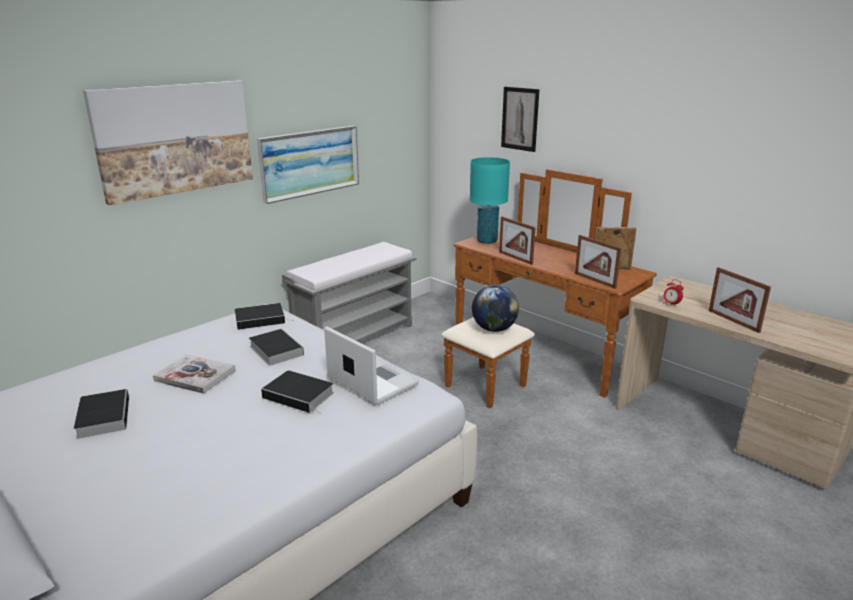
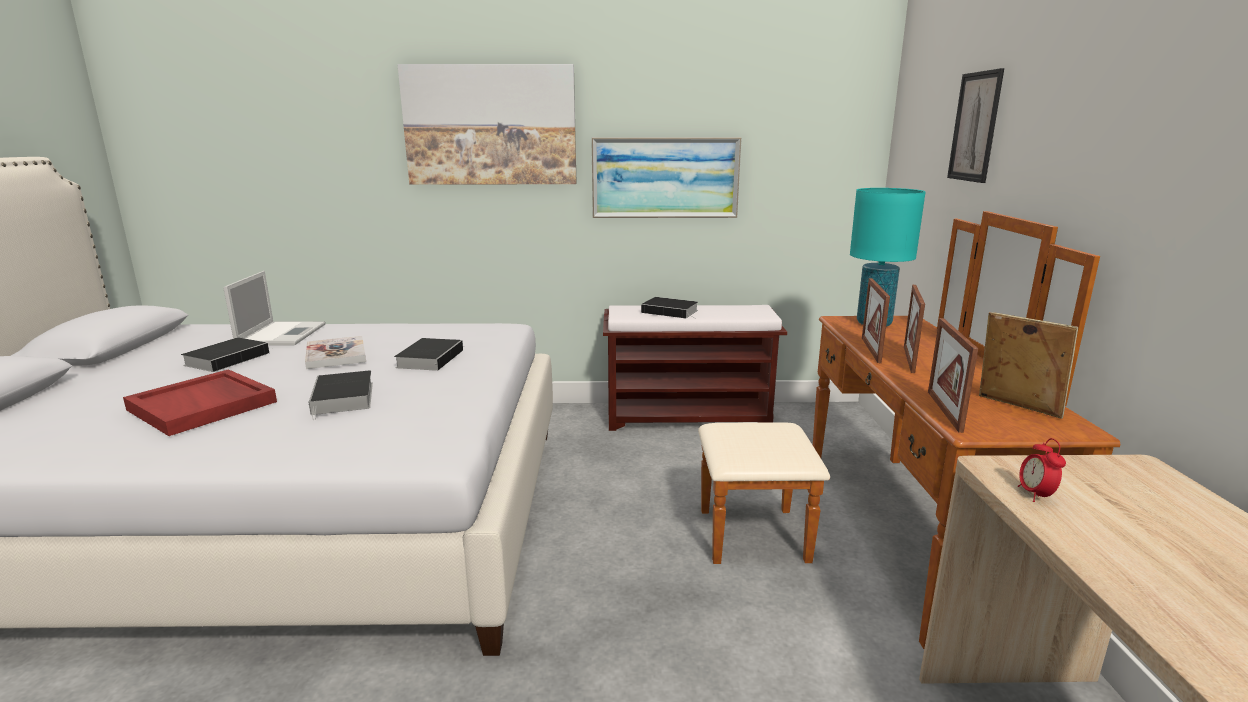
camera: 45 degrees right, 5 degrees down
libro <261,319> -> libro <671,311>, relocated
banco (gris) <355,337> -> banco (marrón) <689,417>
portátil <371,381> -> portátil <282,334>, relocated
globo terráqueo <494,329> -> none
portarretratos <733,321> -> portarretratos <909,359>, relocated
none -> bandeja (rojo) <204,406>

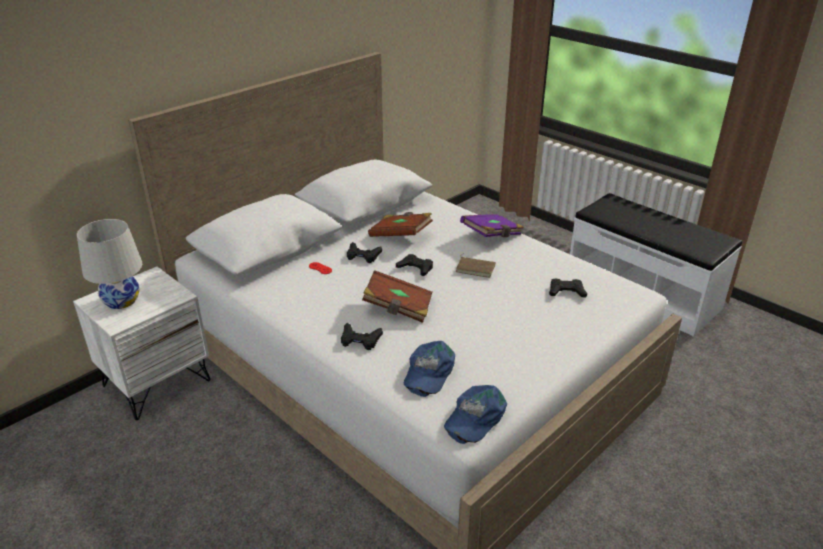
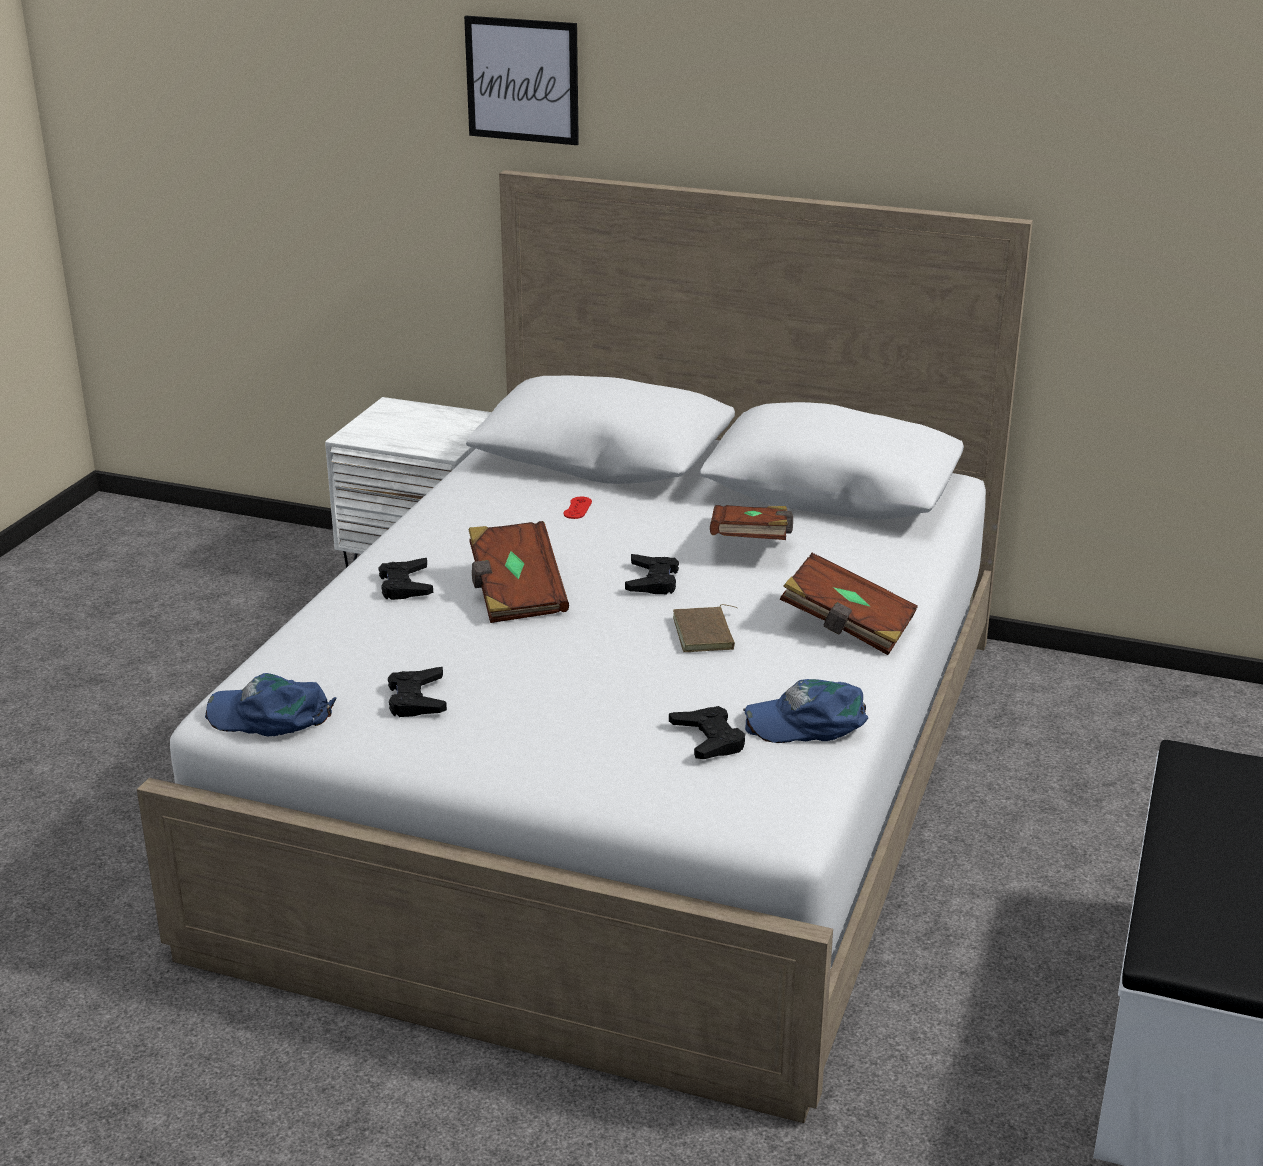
camera: 65 degrees right, 5 degrees down
lámpara de mesa (blanco) <121,300> -> none
mando de consola (negro) <363,255> -> mando de consola (negro) <417,699>, relocated
gorra (azul) <428,372> -> gorra (azul) <808,721>, relocated
libro (morado) <492,236> -> libro (marrón) <847,627>
none -> cuadro <522,80>

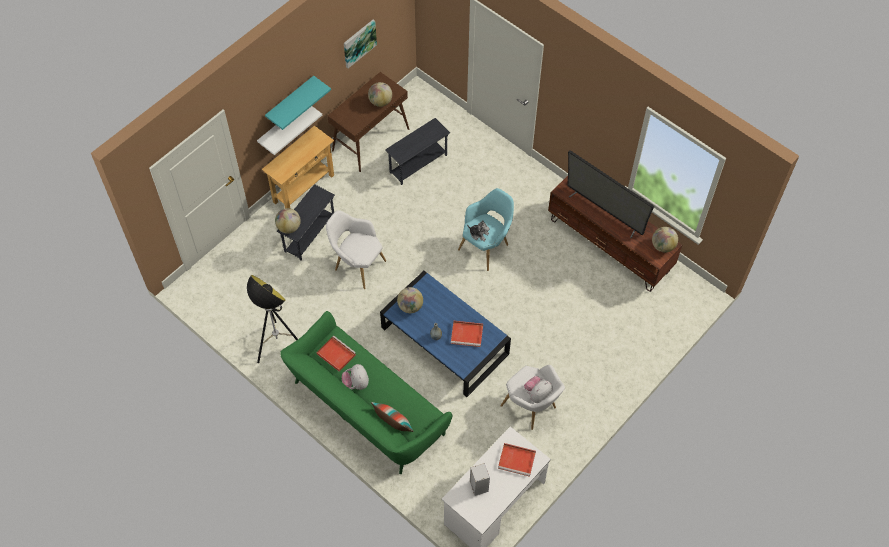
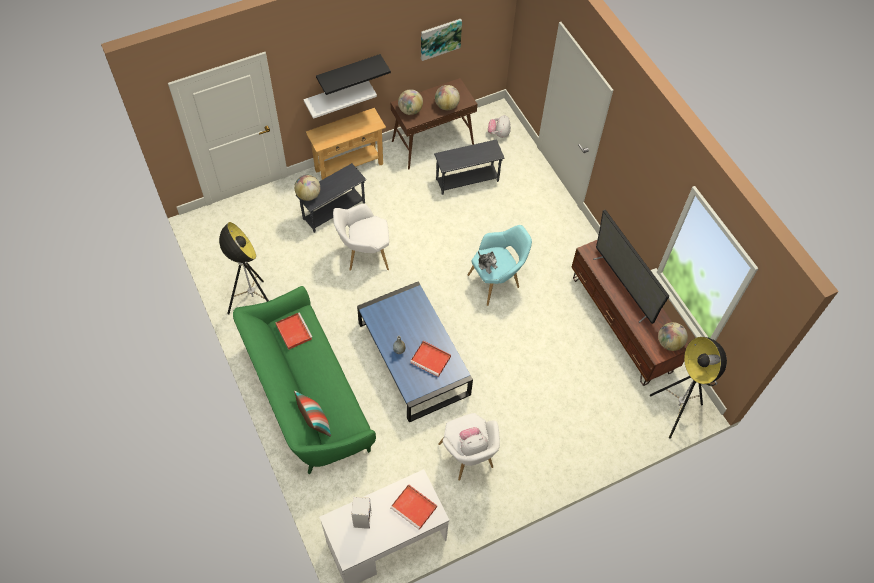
camera: 20 degrees right, 0 degrees up
estante (turquesa) <290,101> -> estante (negro) <348,72>
sillón (blanco) <357,265> -> sillón (blanco) <364,255>, 60 degrees counterclockwise
peluche <356,383> -> peluche <499,134>, relocated
globo terráqueo <410,306> -> globo terráqueo <410,110>, relocated
none -> lámpara de pie <675,412>

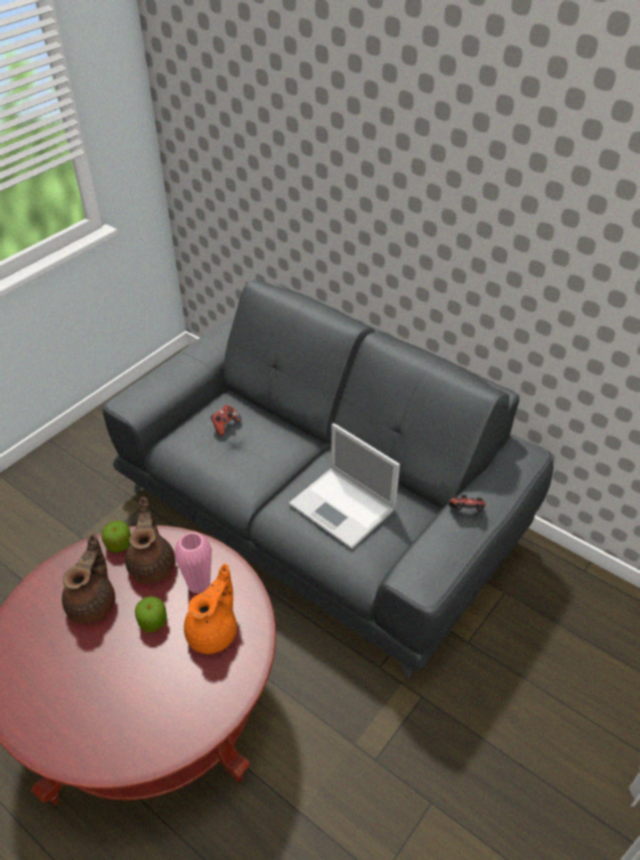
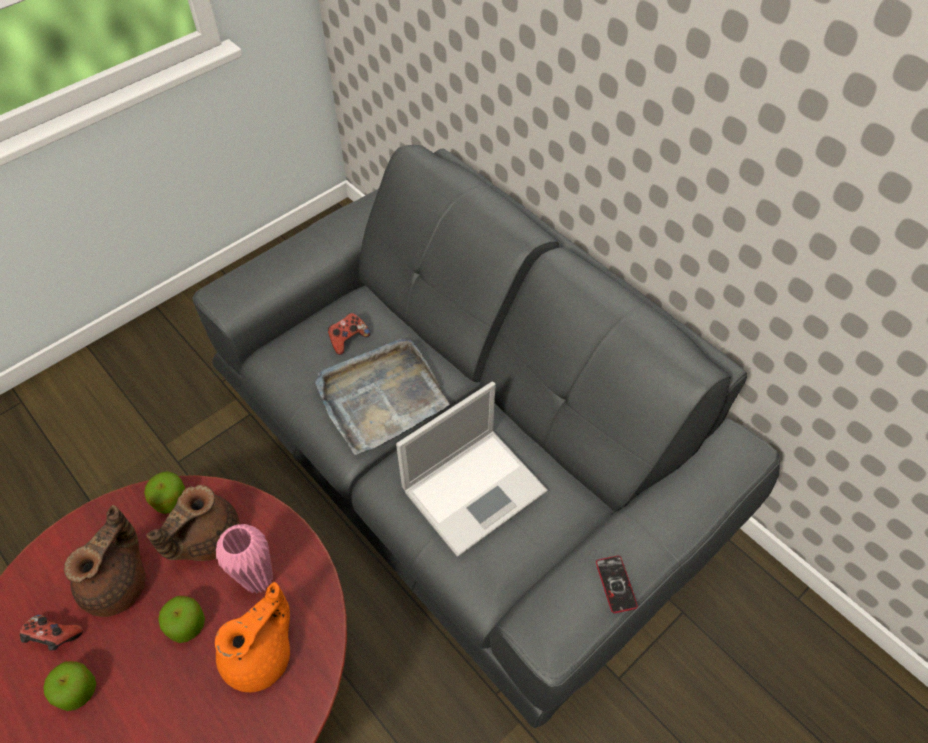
camera: 10 degrees right, 10 degrees up
tetera (marrón) <153,564> -> tetera (marrón) <206,538>, 150 degrees counterclockwise
portátil <344,508> -> portátil <476,488>, 90 degrees counterclockwise
mando de consola <466,512> -> mando de consola <55,638>, relocated
none -> manzana <77,691>
none -> bandeja (gris) <381,397>
none -> móvil <616,584>

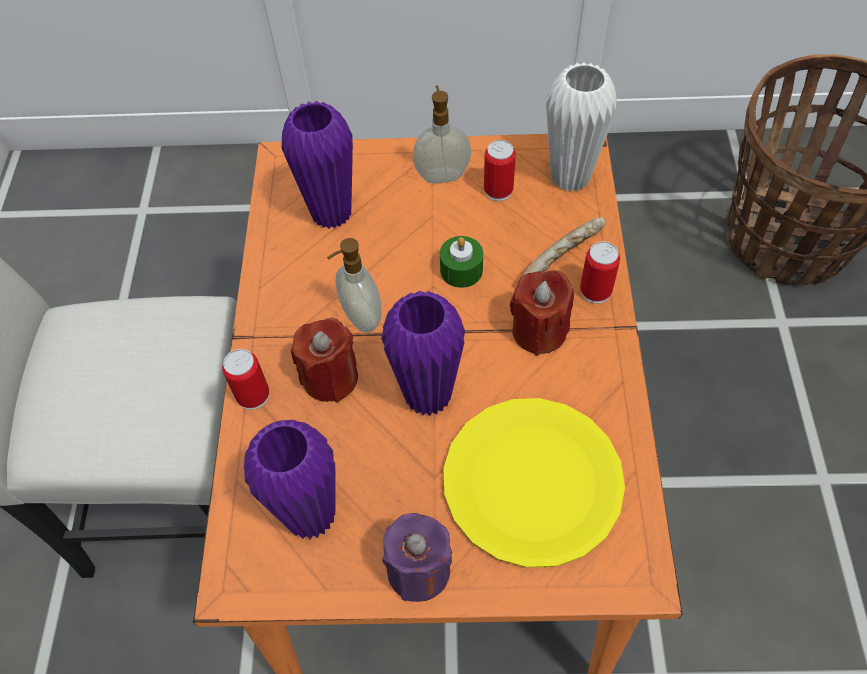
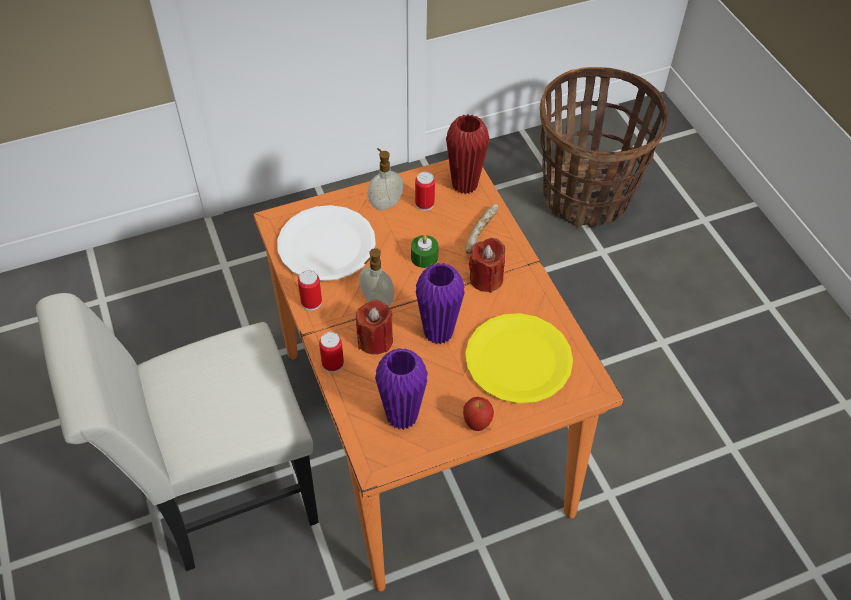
camera: 25 degrees left, 5 degrees down
florero (morado) <331,213> -> plato (blanco) <326,245>
vela (morado) <419,570> -> manzana <477,424>
florero (blanco) <570,177> -> florero (rojo) <464,185>
lata <595,291> -> lata <311,302>, relocated

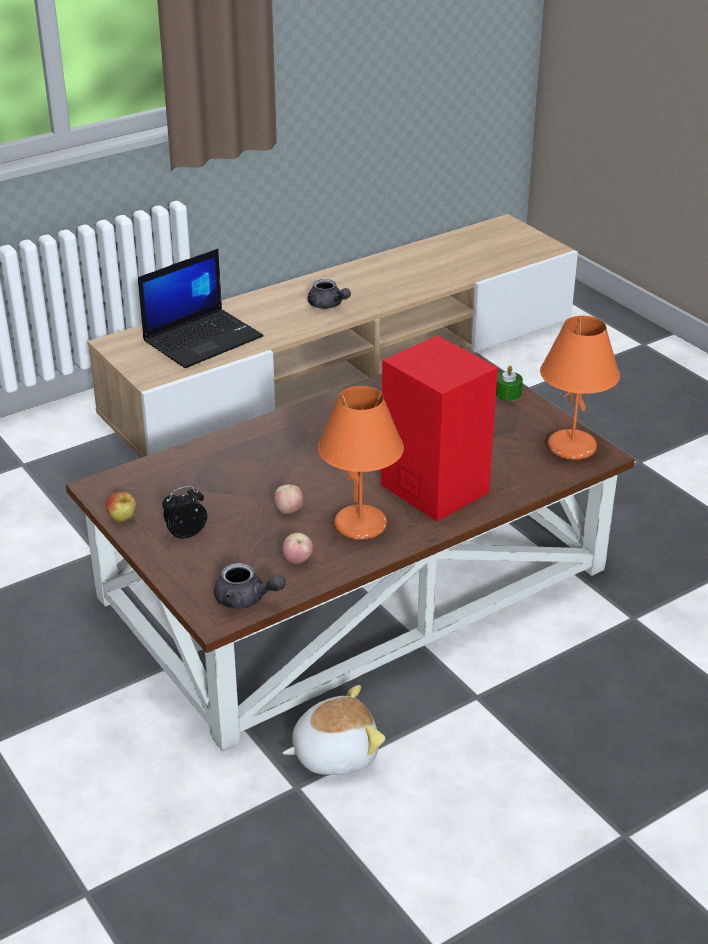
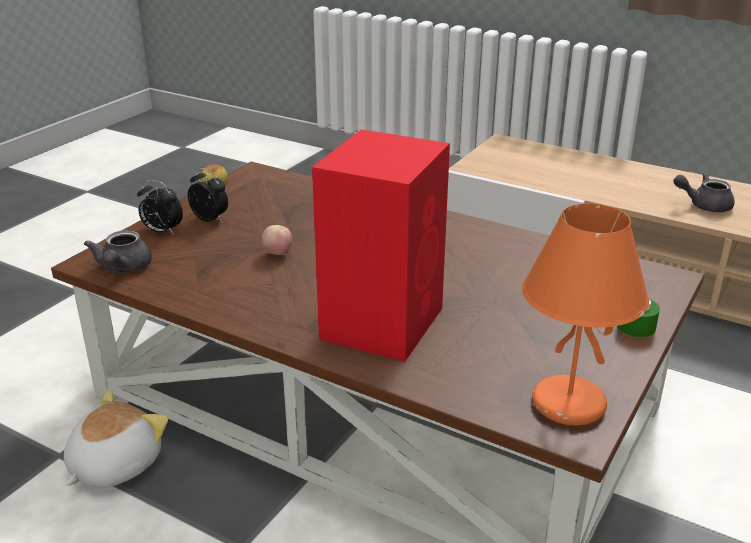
camera: 65 degrees right, 5 degrees down
portátil <203,338> -> none
manzana <297,561> -> none
peluche <334,753> -> peluche <113,465>, 105 degrees counterclockwise
tetera (gris) <328,305> -> tetera (gris) <704,205>, 75 degrees clockwise
lámpara de mesa (naranja) <361,525> -> none
none -> despertador <162,231>

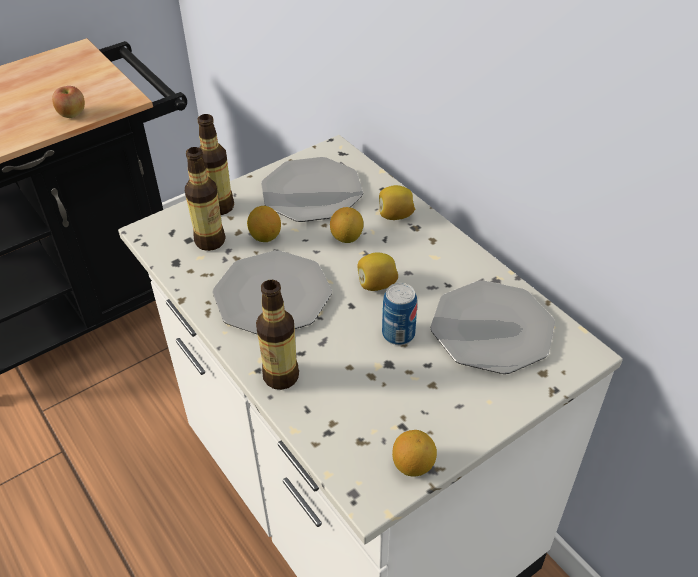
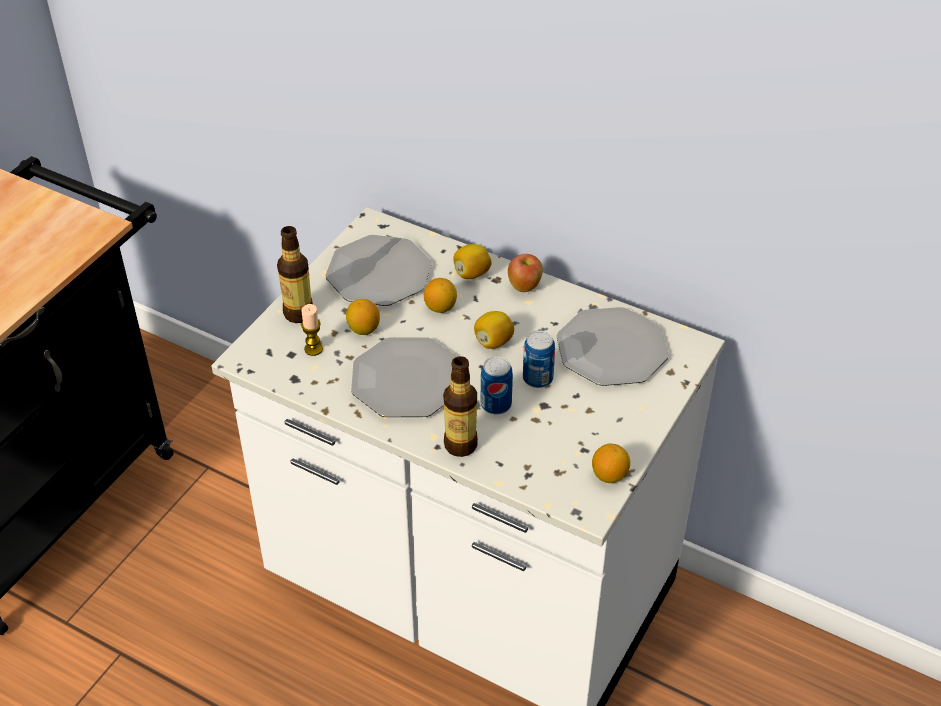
camera: 25 degrees left, 0 degrees up
manzana <72,114> -> manzana <525,286>, relocated
botella <210,241> -> vela <313,349>
none -> lata <496,404>

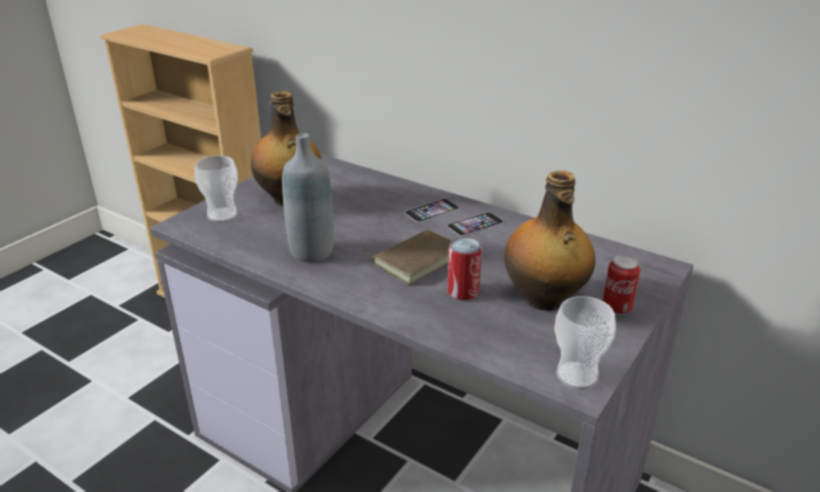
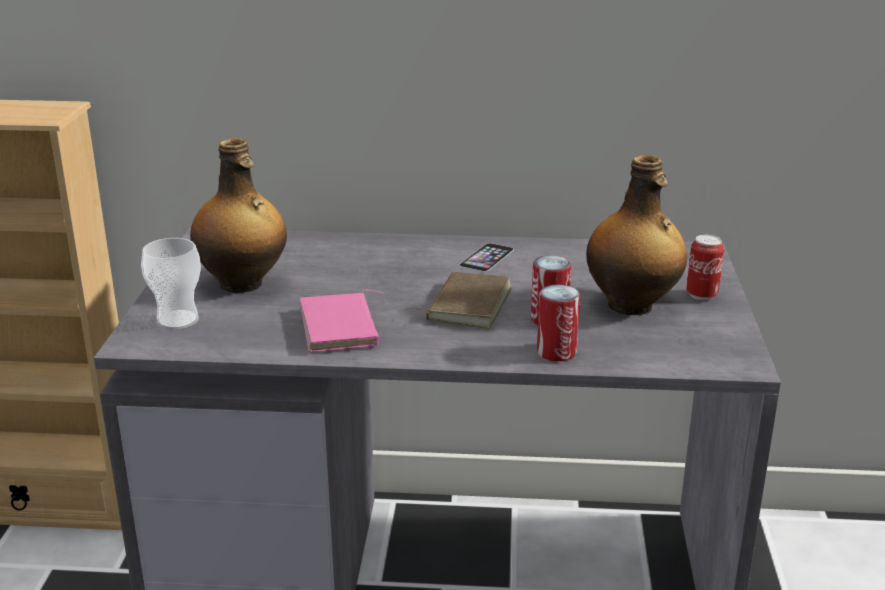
camera: 30 degrees left, 5 degrees down
botella (gris) <312,252> -> libro (rosa) <342,328>
móvil <432,210> -> none
taza <577,375> -> none
none -> lata <556,352>

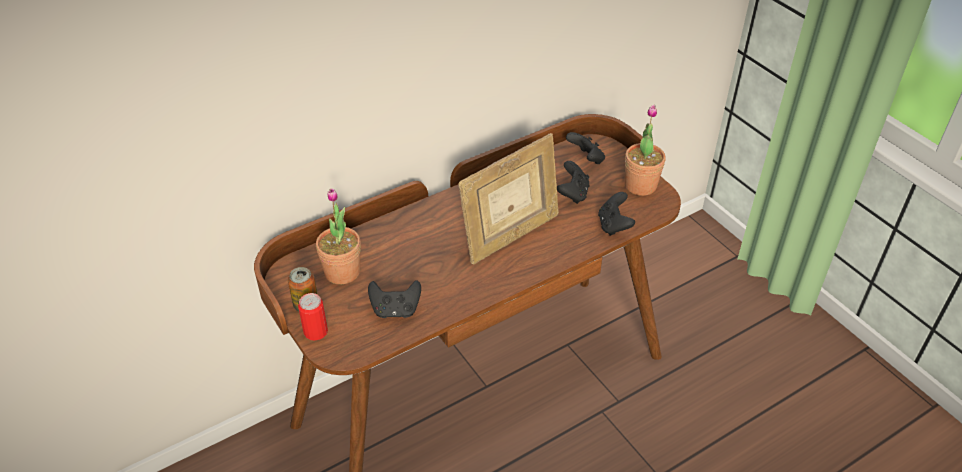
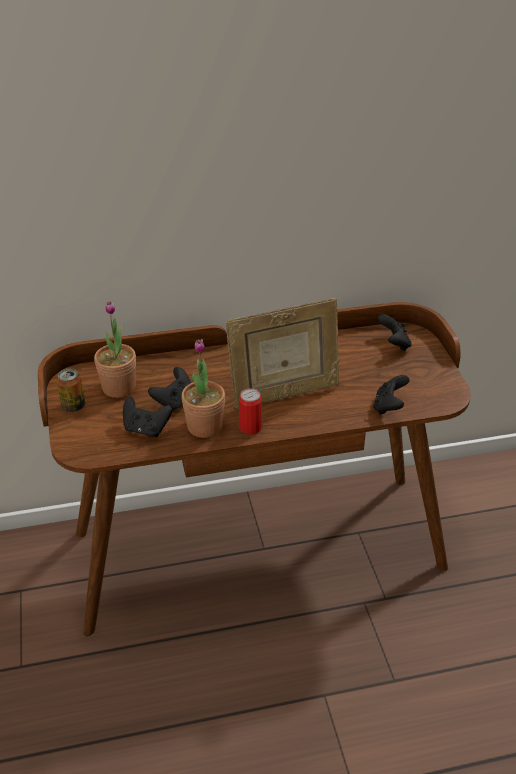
camera: 20 degrees right, 5 degrees down
lata <316,332> -> lata <250,427>, relocated
mando de consola (negro) <573,194> -> mando de consola (negro) <174,402>, relocated
planta en maceta <640,185> -> planta en maceta <204,426>, relocated

